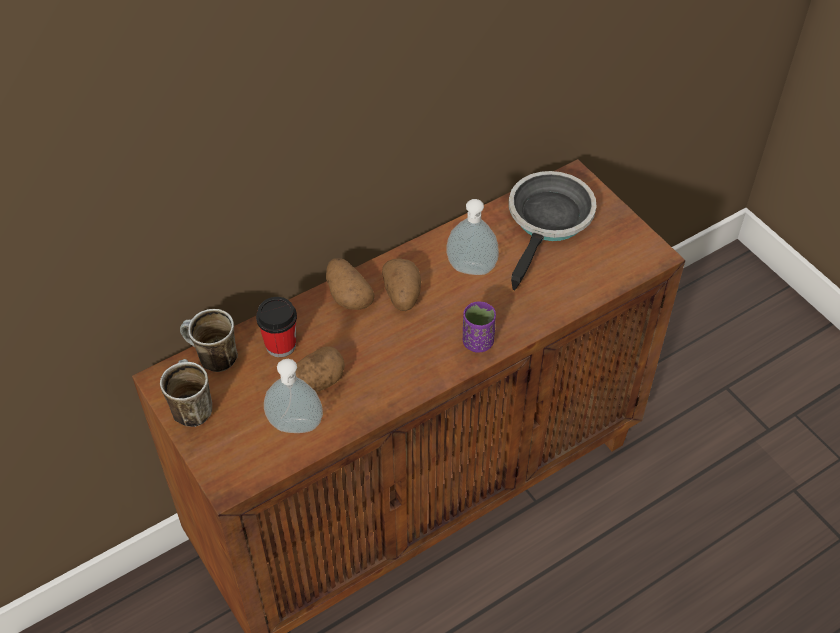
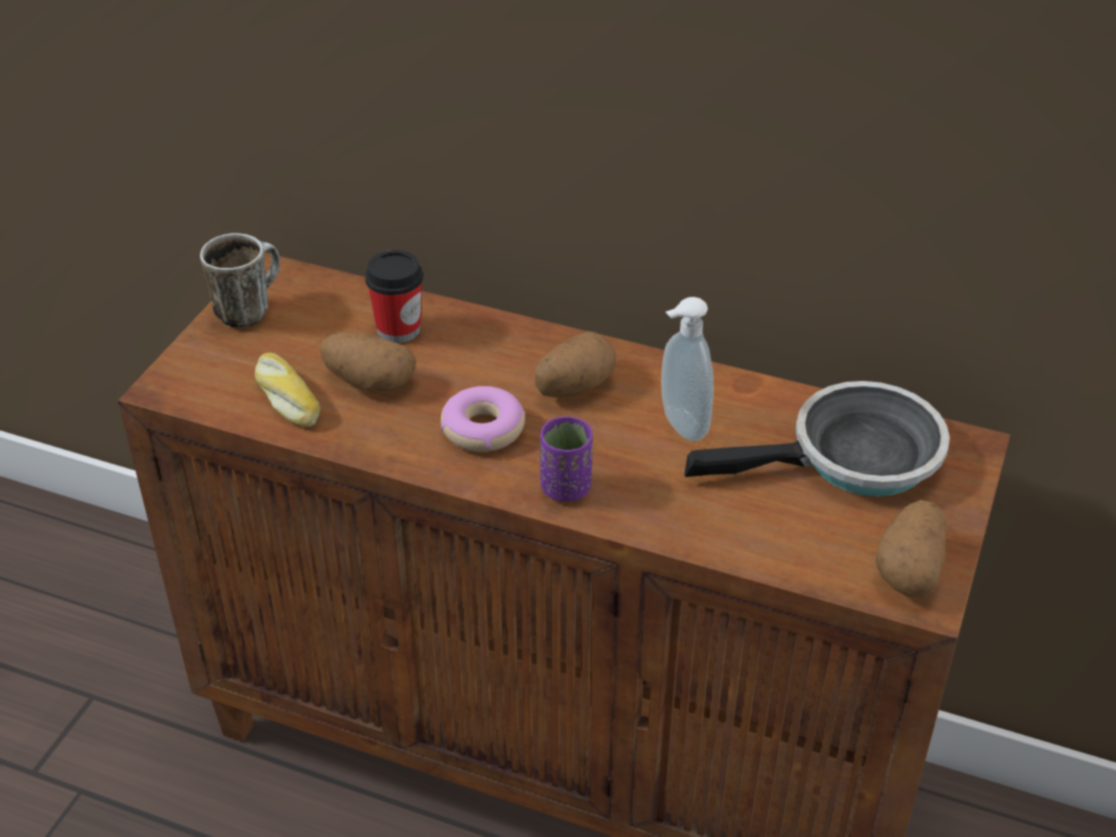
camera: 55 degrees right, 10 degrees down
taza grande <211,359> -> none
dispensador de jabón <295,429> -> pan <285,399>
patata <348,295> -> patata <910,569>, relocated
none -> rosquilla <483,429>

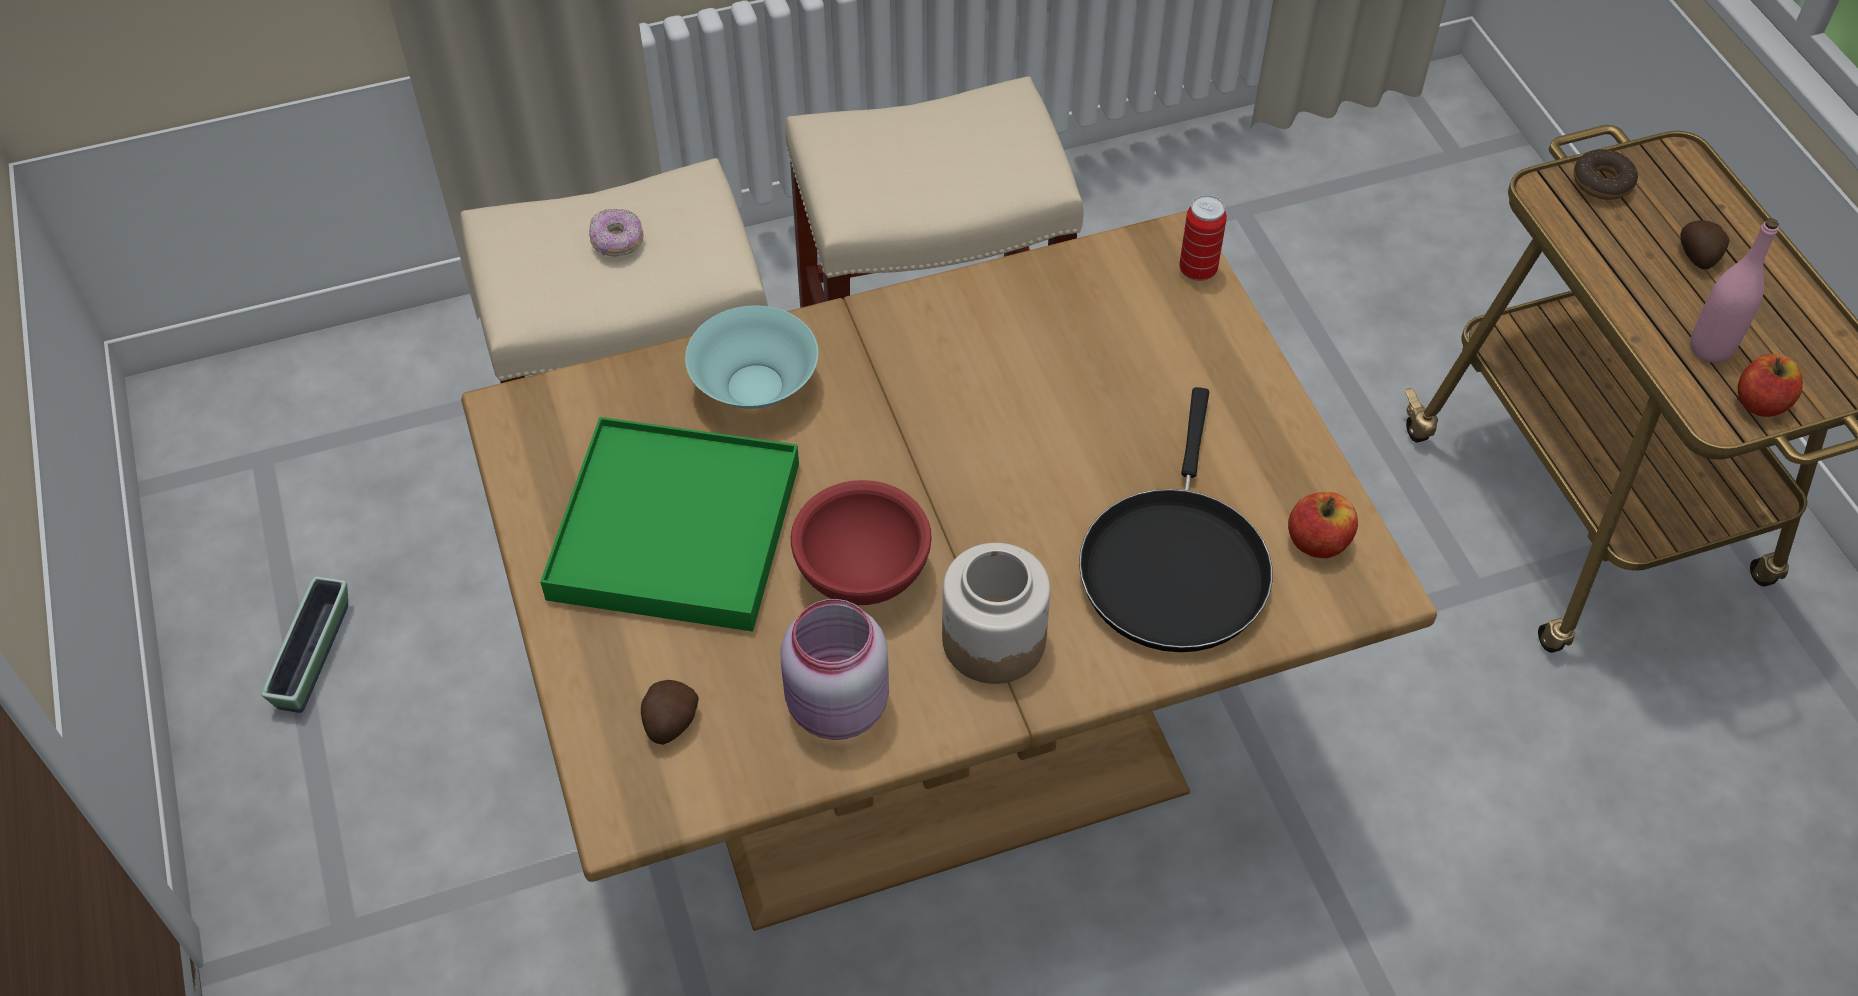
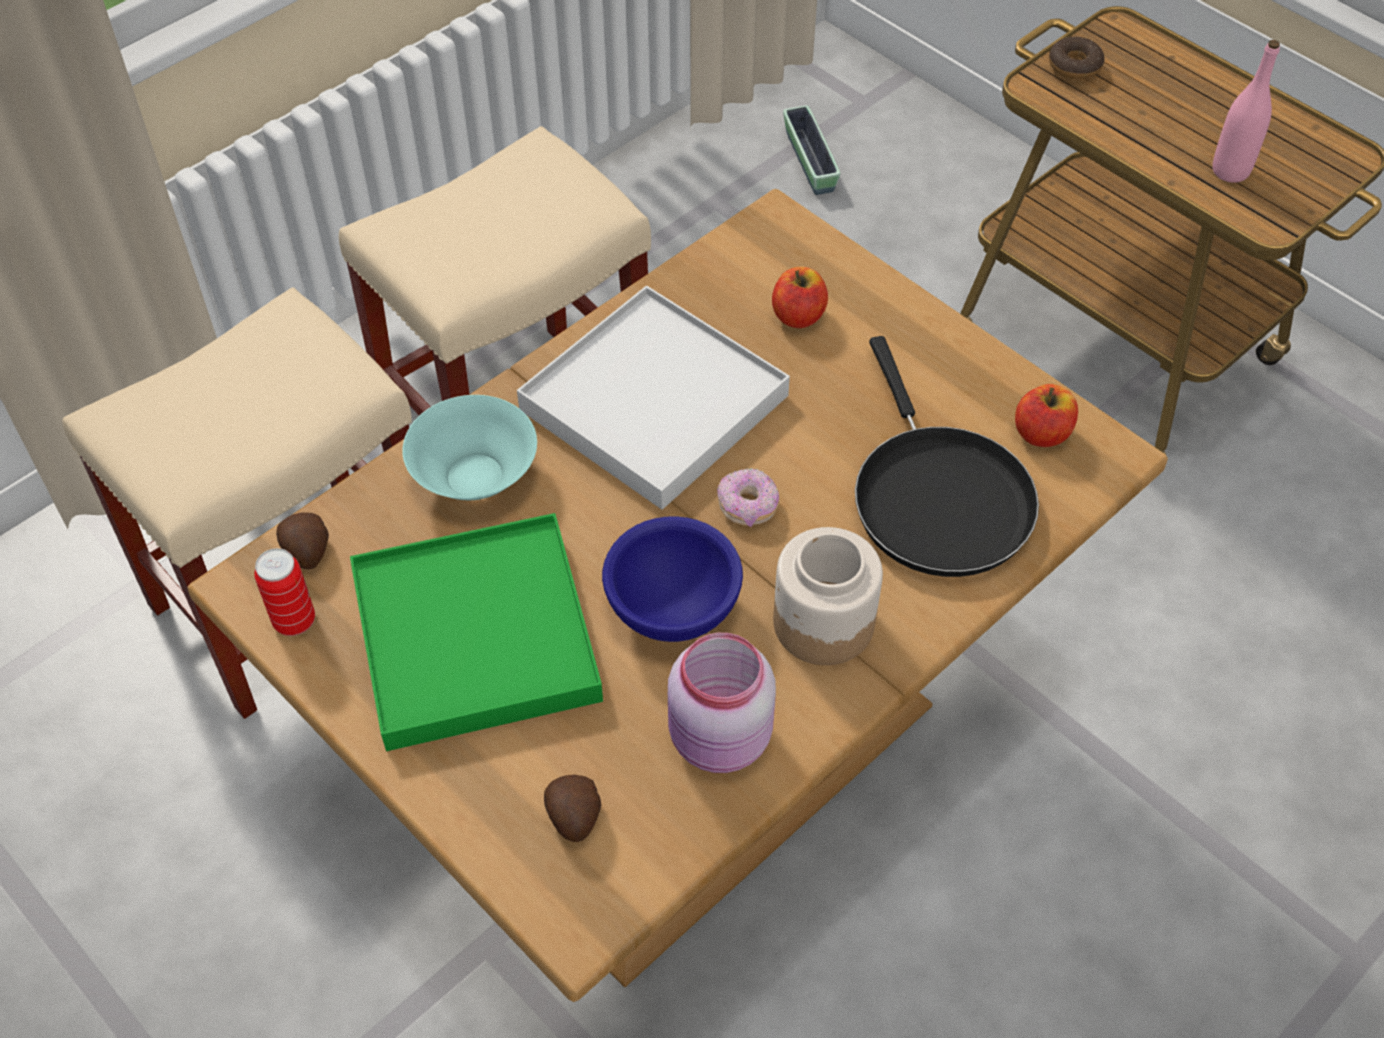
camera: 25 degrees left, 0 degrees up
maceta <313,656> -> maceta <809,162>, relocated
rosquilla <617,242> -> rosquilla <748,506>, relocated
cuenco (rojo) <863,575> -> cuenco (azul) <674,611>
lata <1198,270> -> lata <294,621>, relocated
patata <1698,257> -> patata <307,553>, relocated
manzana <1760,403> -> manzana <798,316>, relocated
none -> bandeja (blanco) <653,403>

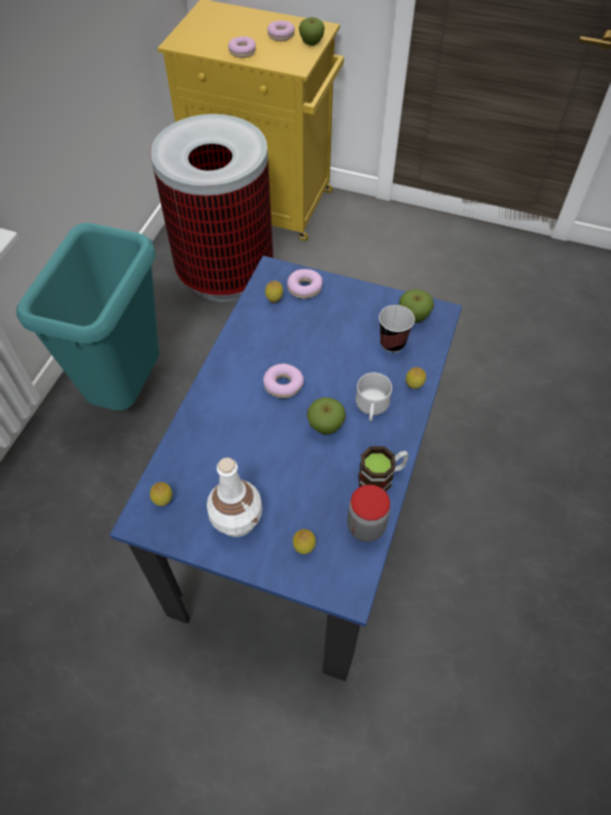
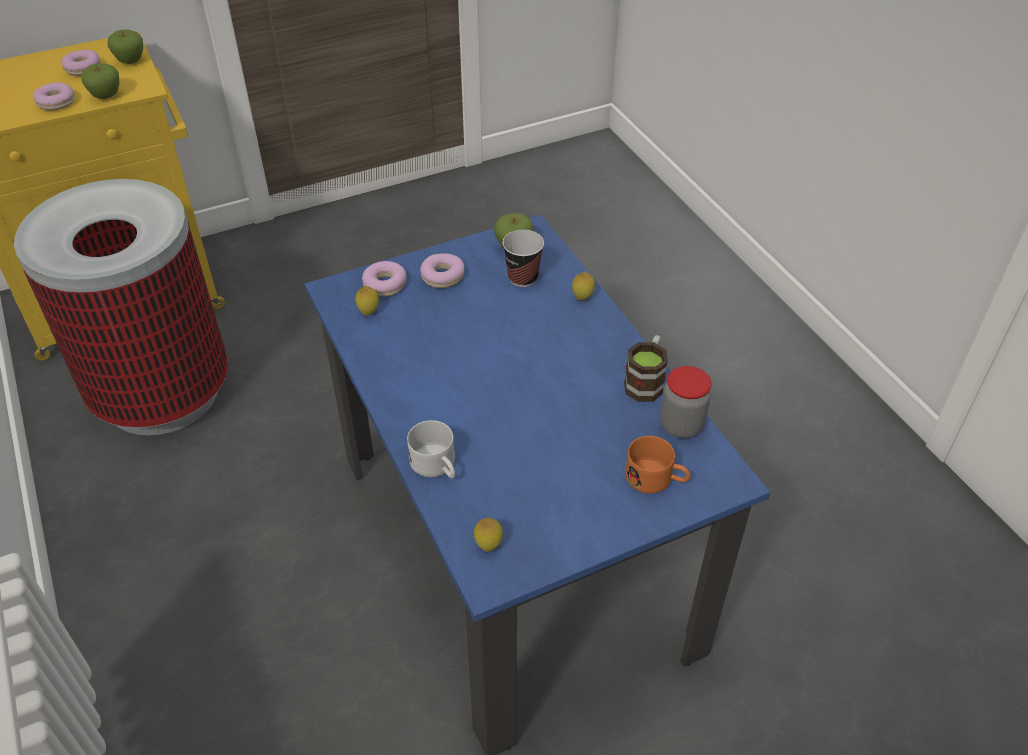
camera: 45 degrees left, 10 degrees down
papelera (turquesa) <127,389> -> none
botella (blanco) <237,519> -> none
rosquilla <283,385> -> rosquilla <443,276>, relocated
limón <304,548> -> taza grande (naranja) <656,479>
manzana <325,426> -> manzana <106,96>, relocated
taza grande (blanco) <371,407> -> taza grande (blanco) <437,467>, relocated

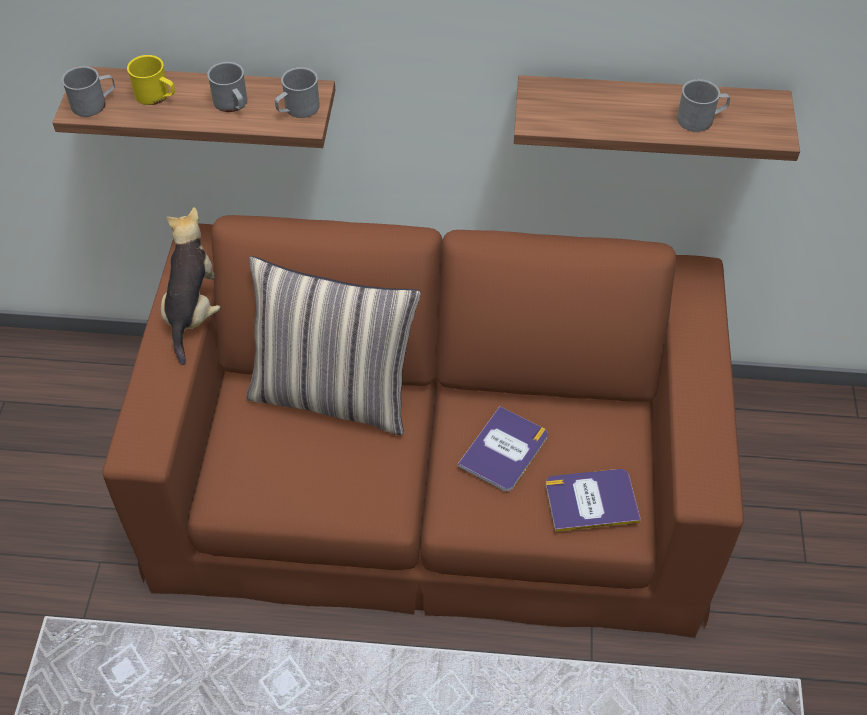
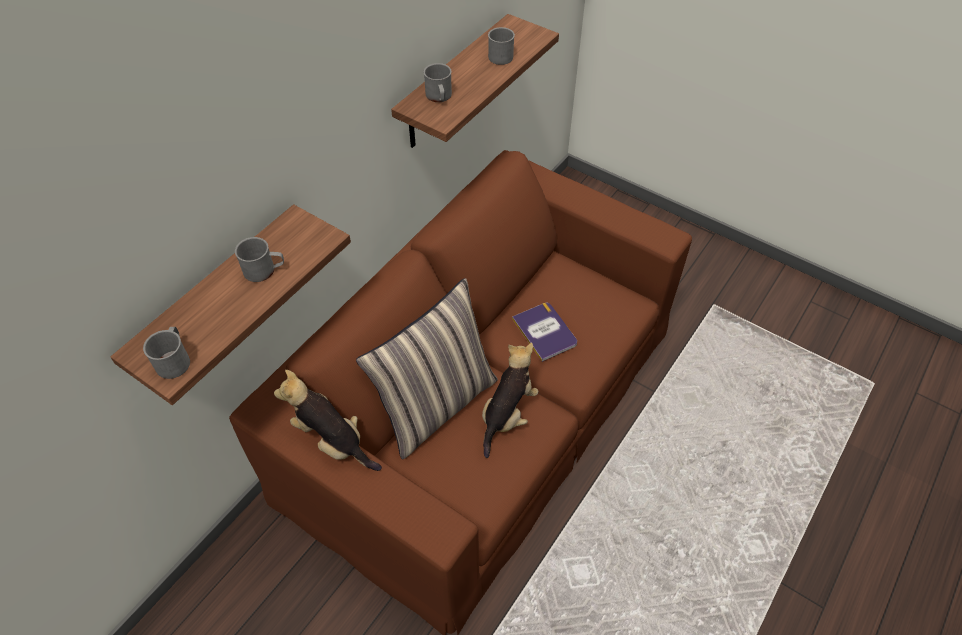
camera: 60 degrees left, 0 degrees up
taza grande (amarillo) <156,96> -> none
taza grande (gris) <297,109> -> taza grande (gris) <439,97>, relocated
libro <591,501> -> none
none -> peluche <507,414>

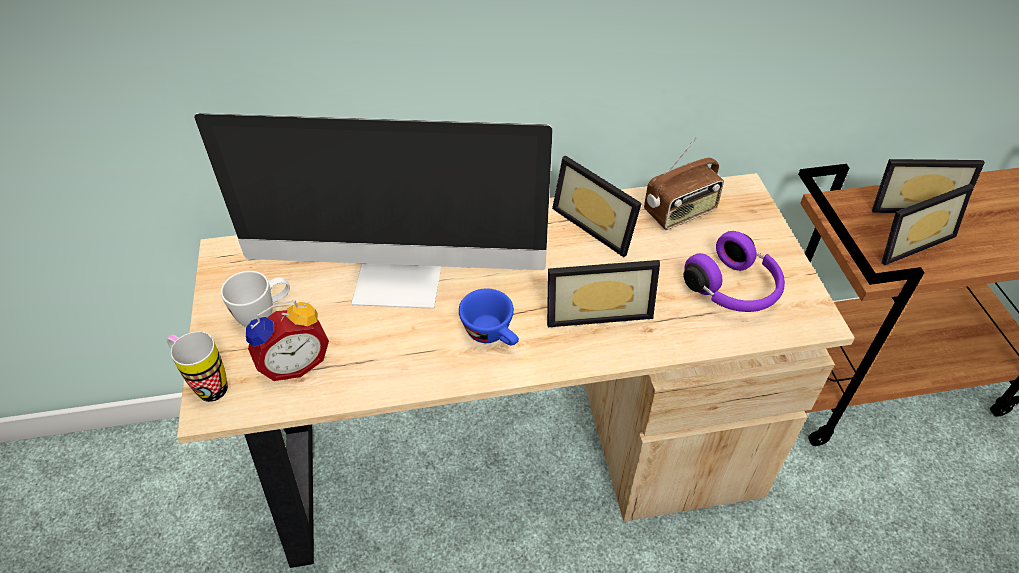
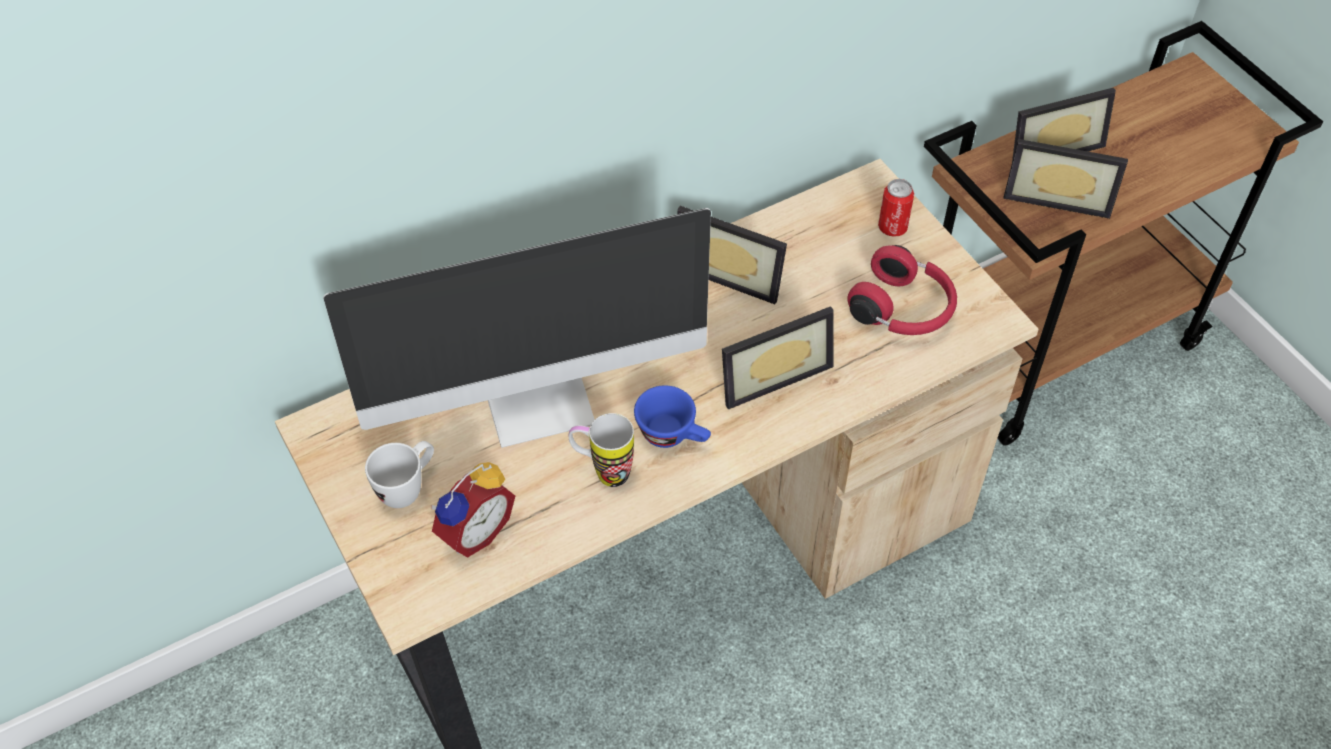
camera: 20 degrees left, 5 degrees up
taza grande <206,385> -> taza grande <602,472>, relocated
radio <680,213> -> none
auriculares (morado) <733,289> -> auriculares (rojo) <903,309>
portarretratos <907,240> -> portarretratos <1058,195>, 60 degrees clockwise
none -> lata <892,227>

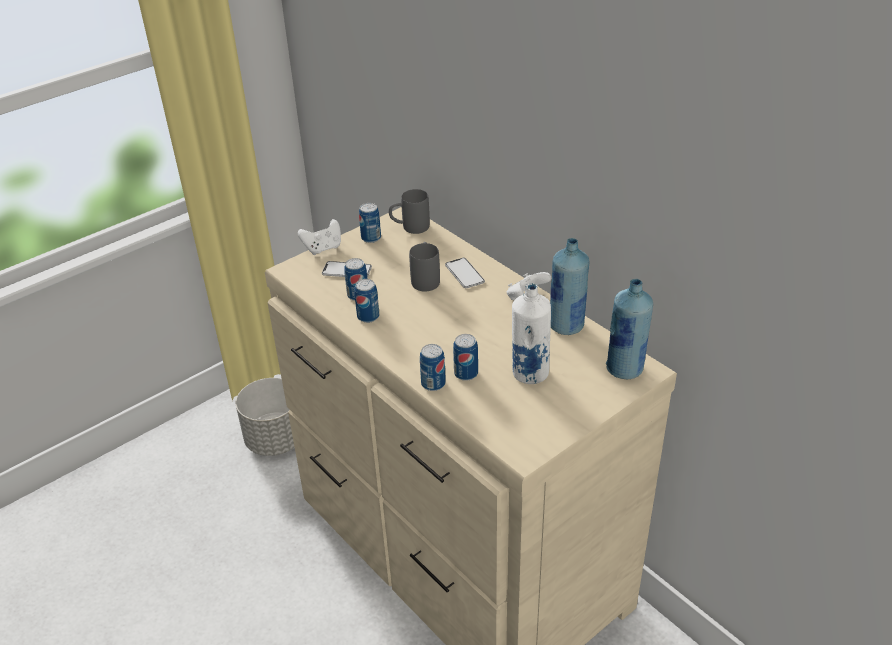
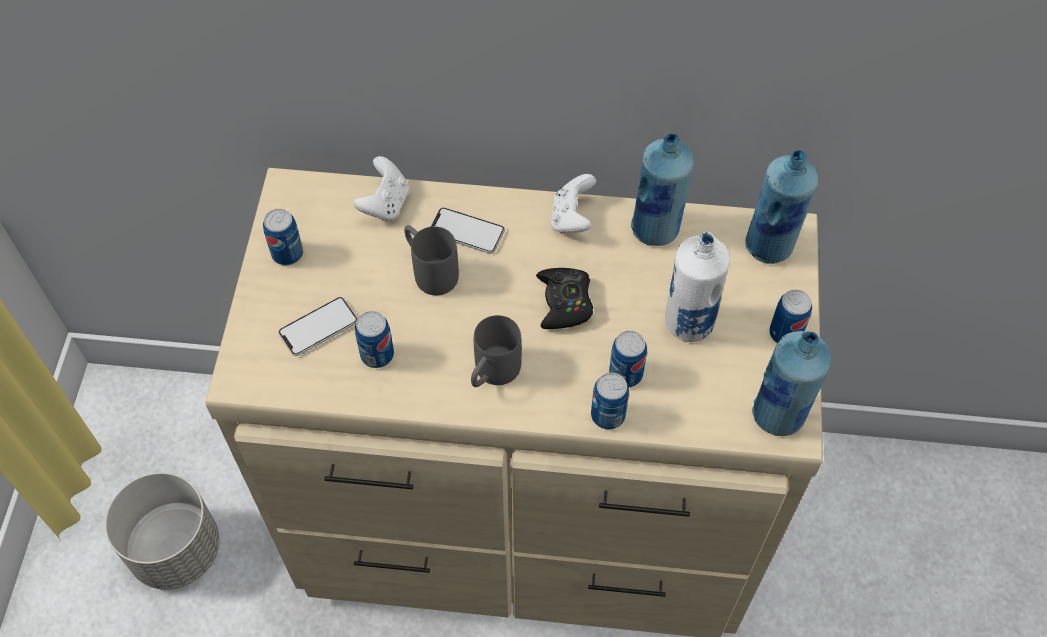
camera: 45 degrees left, 20 degrees up
mando de consola (blanco) <323,248> -> mando de consola (blanco) <385,204>, relocated
lata <368,316> -> lata <785,333>, relocated
taza grande (gris) <410,227> -> taza grande (gris) <492,374>, relocated
none -> mando de consola (negro) <564,302>
none -> botella (azul) <778,415>

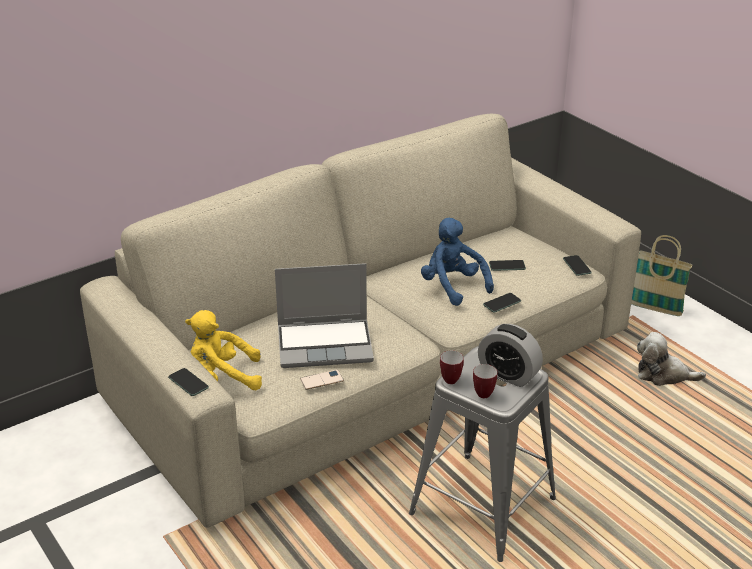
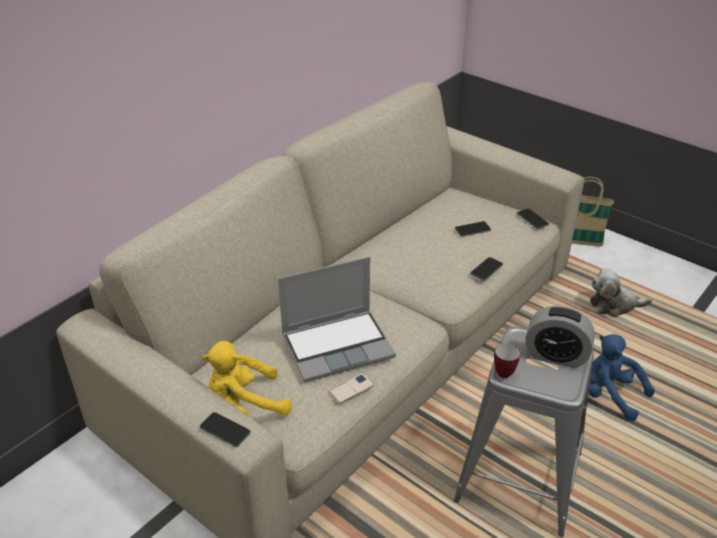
camera: 15 degrees left, 5 degrees up
peluche (azul) <452,286> -> peluche (azul) <610,395>, relocated
taza grande <484,392> -> none

